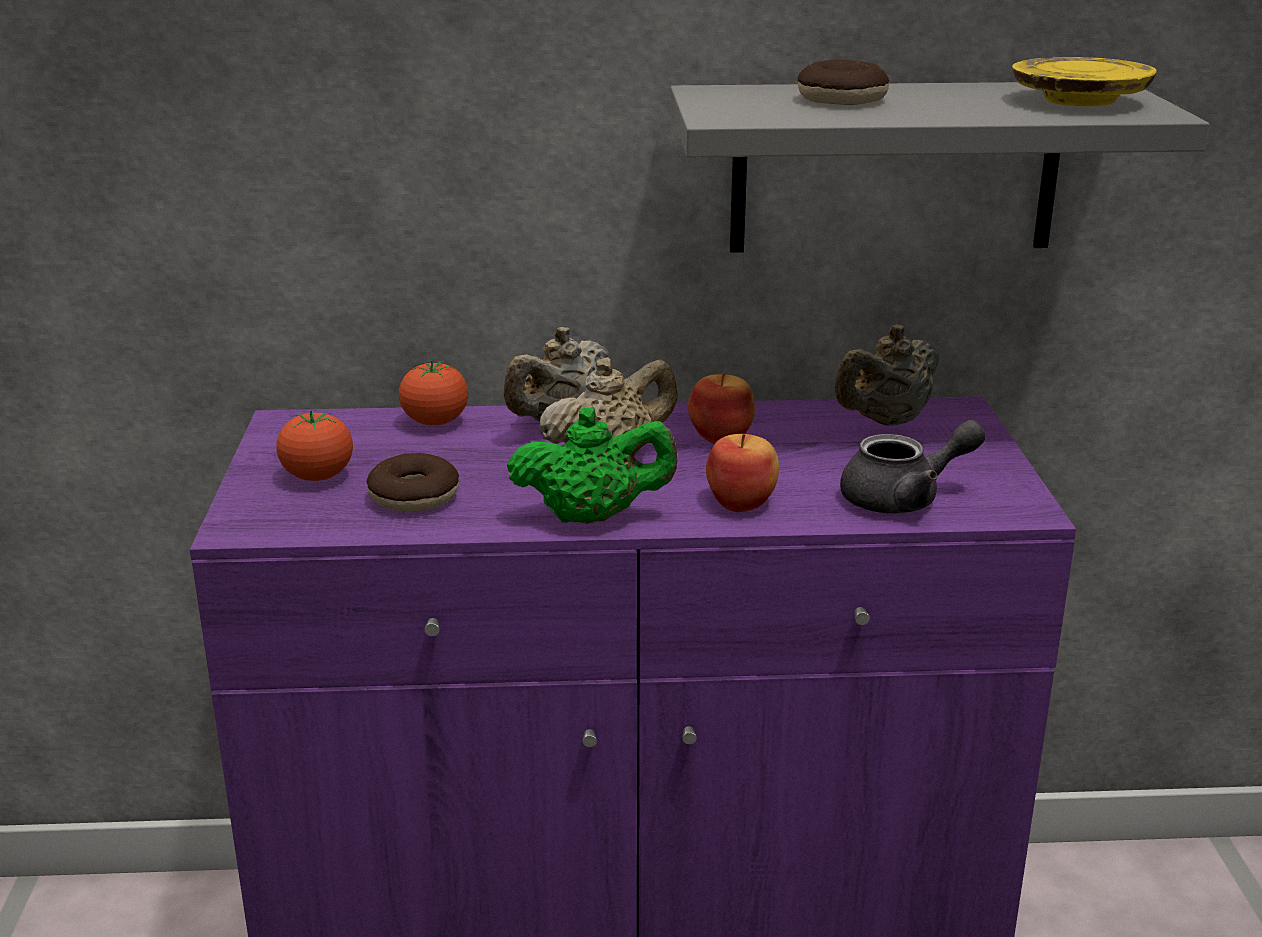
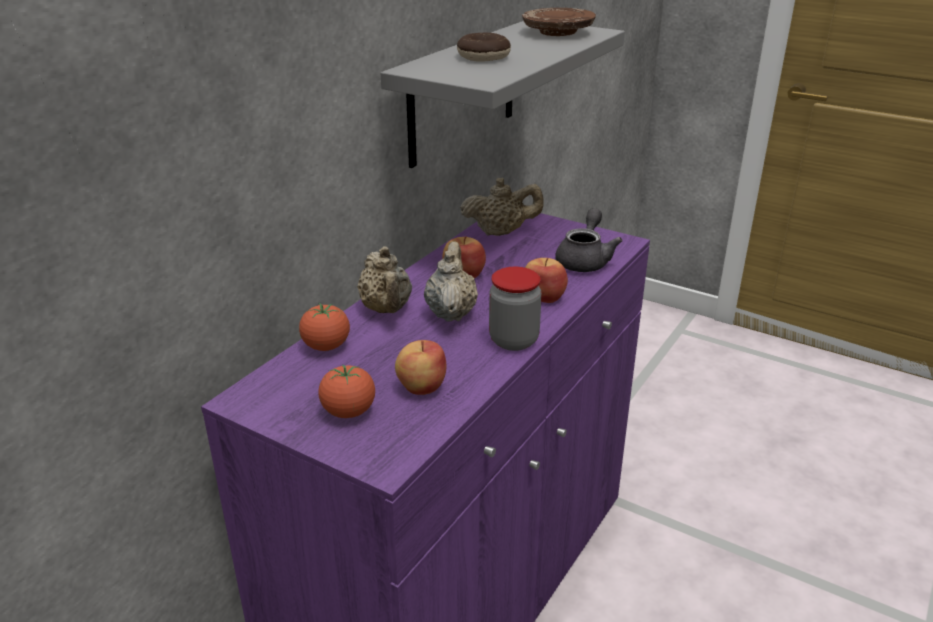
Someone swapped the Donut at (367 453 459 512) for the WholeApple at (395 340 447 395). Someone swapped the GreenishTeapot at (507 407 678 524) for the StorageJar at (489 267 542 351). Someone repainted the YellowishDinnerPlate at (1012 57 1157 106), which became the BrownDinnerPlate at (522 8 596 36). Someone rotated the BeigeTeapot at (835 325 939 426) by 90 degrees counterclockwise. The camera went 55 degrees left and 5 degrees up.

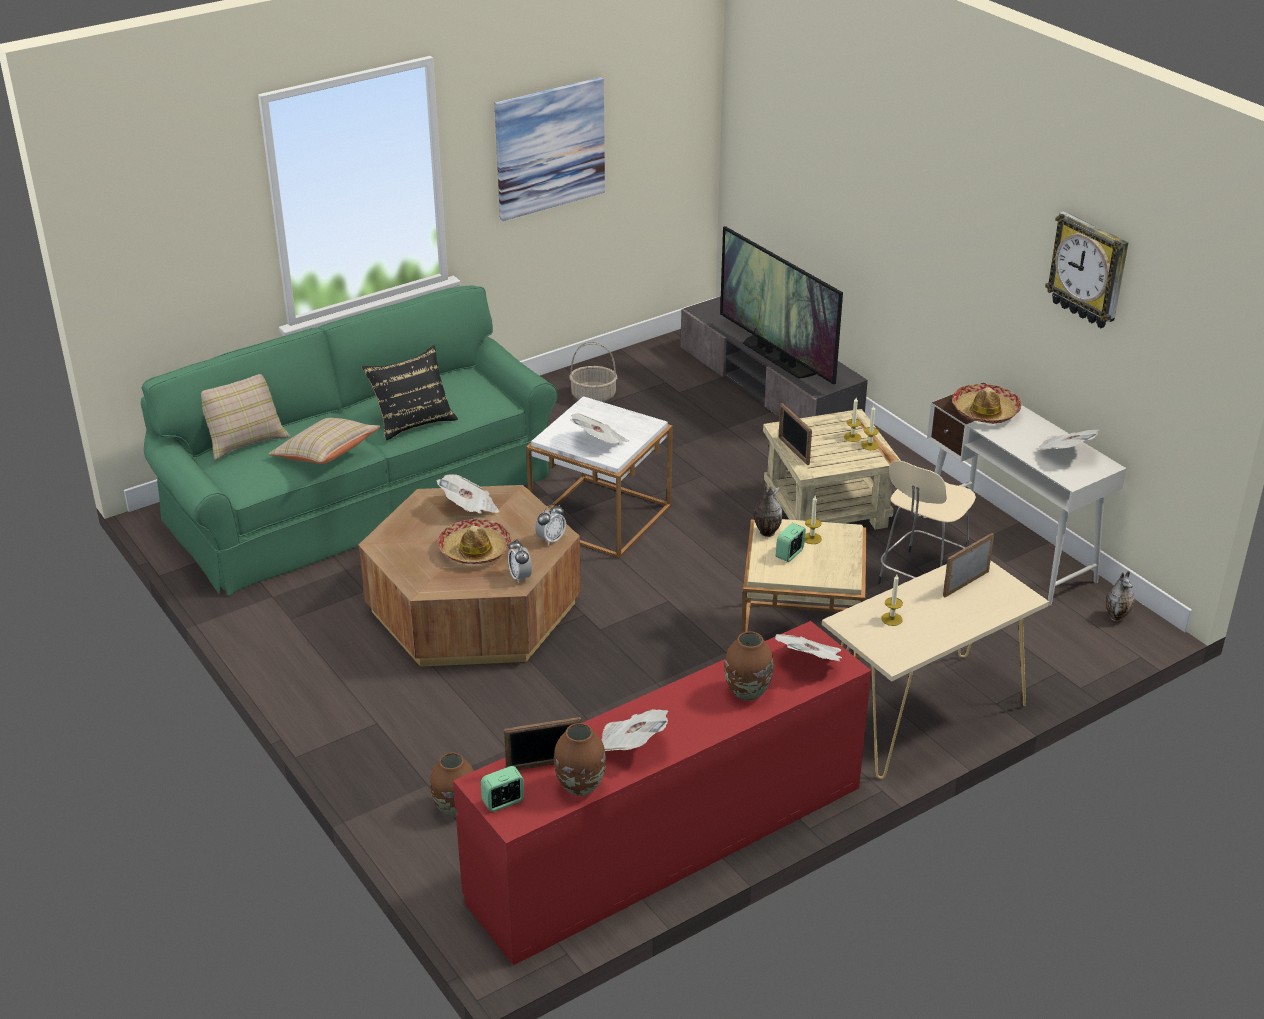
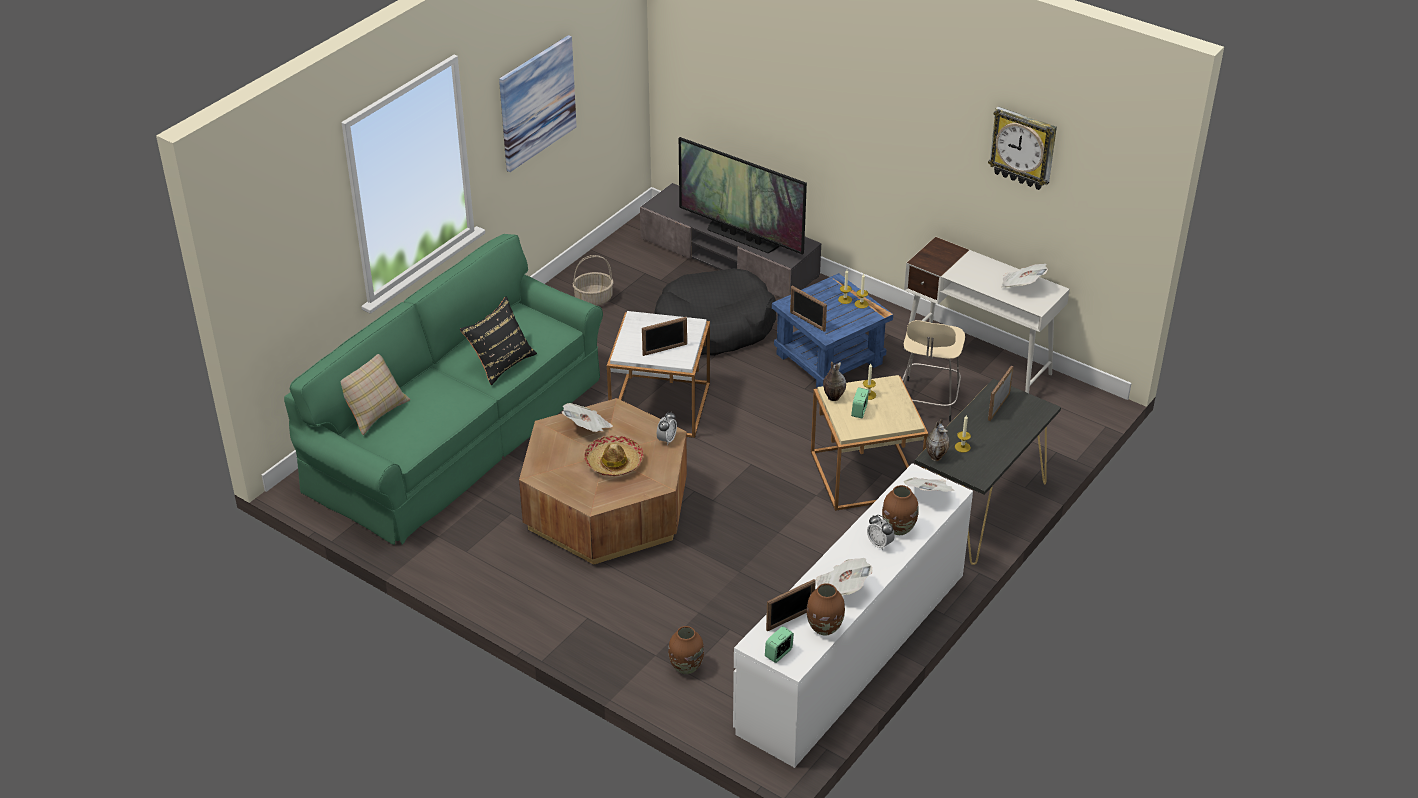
Someone took away the BeigeCushion at (269 418 380 464). Someone took away the Hat at (952 384 1022 424). Someone put down the BlackDogCushion at (654 268 776 356). Someone carried the AlarmClock from (508 539 532 583) to (867 515 895 550). Someone carried the FlowerVase from (1106 571 1135 621) to (926 419 949 461). Someone swapped the DailyPaper at (570 414 629 444) for the PictureFrame at (642 317 687 356). Someone repainted the ReddishDrawerChest at (453 621 871 965), which became the WhiteColouredDrawerChest at (733 463 973 768). Someone repainted the BeigeEndTable at (763 409 901 530), which became the BluishEndTable at (772 273 893 388). Someone repainted the BeigeHallTable at (822 561 1049 779), which became the BlackHallTable at (915 379 1061 565). The camera went 20 degrees left and 5 degrees up.

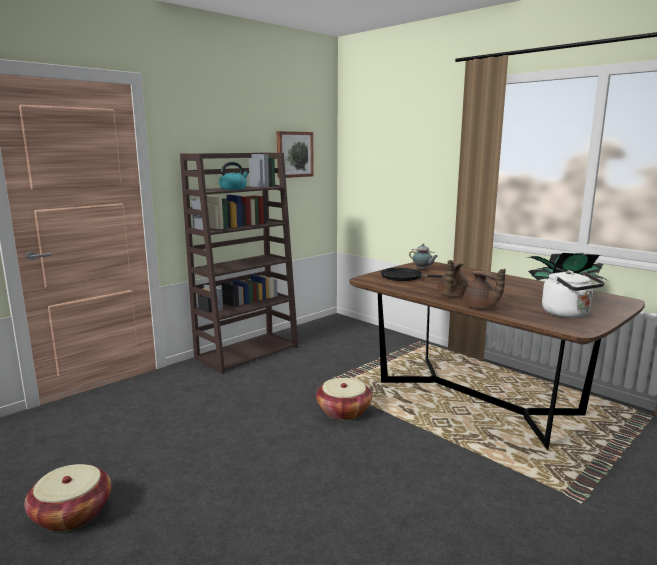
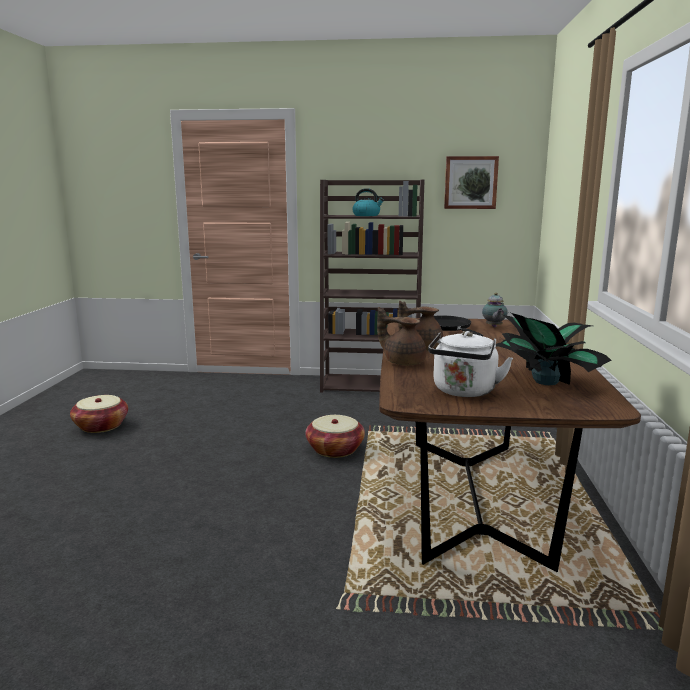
Someone rotated the BrownTeapot at (463 269 506 309) by 105 degrees clockwise. The camera went 50 degrees right and 0 degrees up.

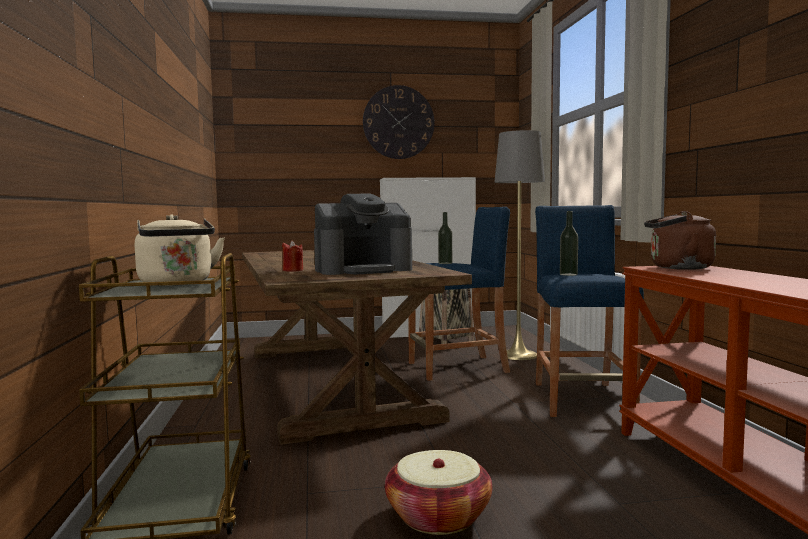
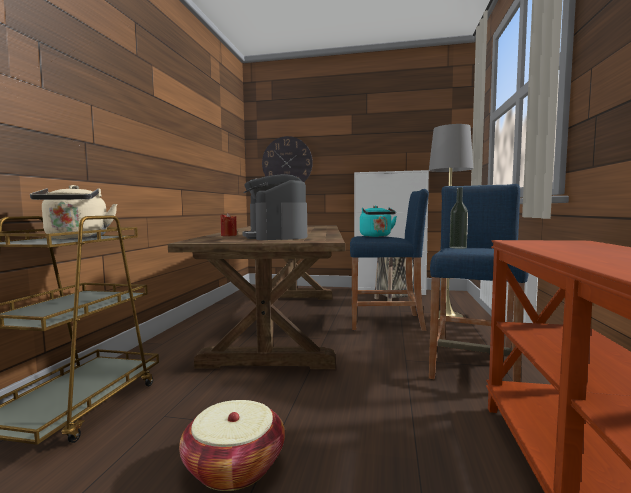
Someone took away the BrownTeaKettle at (644 211 716 270). Someone carried the ClockOnTheWall from (363 85 434 159) to (262 136 313 182). Someone swapped the Bottle at (438 212 452 264) for the TurquoiseColouredTeaKettle at (360 206 397 237). Someone rotated the CoffeeBrewer at (314 194 412 275) by 75 degrees clockwise. The camera went 20 degrees right and 0 degrees up.

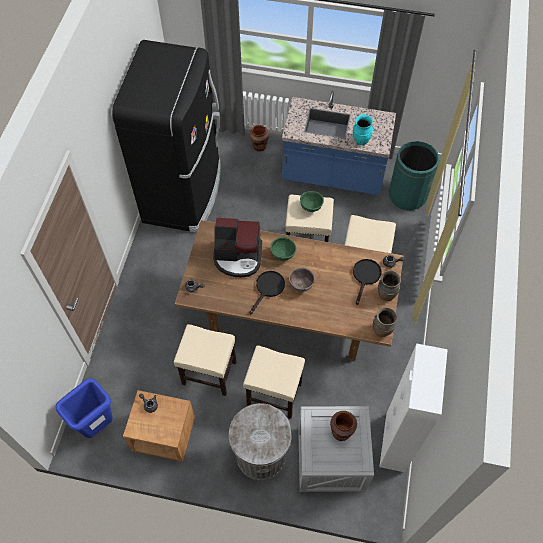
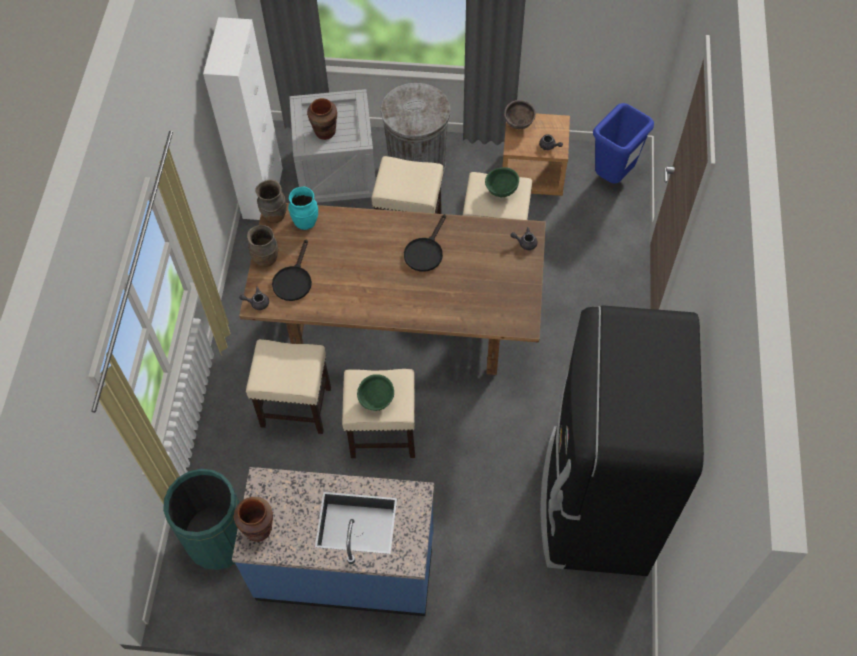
Someone took away the CoffeeBrewer at (213 218 262 277). Someone carried the BrownFlowerVase from (250 125 269 152) to (234 497 273 542). Someone carried the GreenishBowl from (270 237 296 261) to (485 167 519 197). Someone carried the BrownBowl from (289 268 315 292) to (504 100 536 129). Someone carried the TurquoiseColouredFlowerVase from (353 114 373 145) to (288 187 318 230). The camera went 175 degrees right and 0 degrees up.

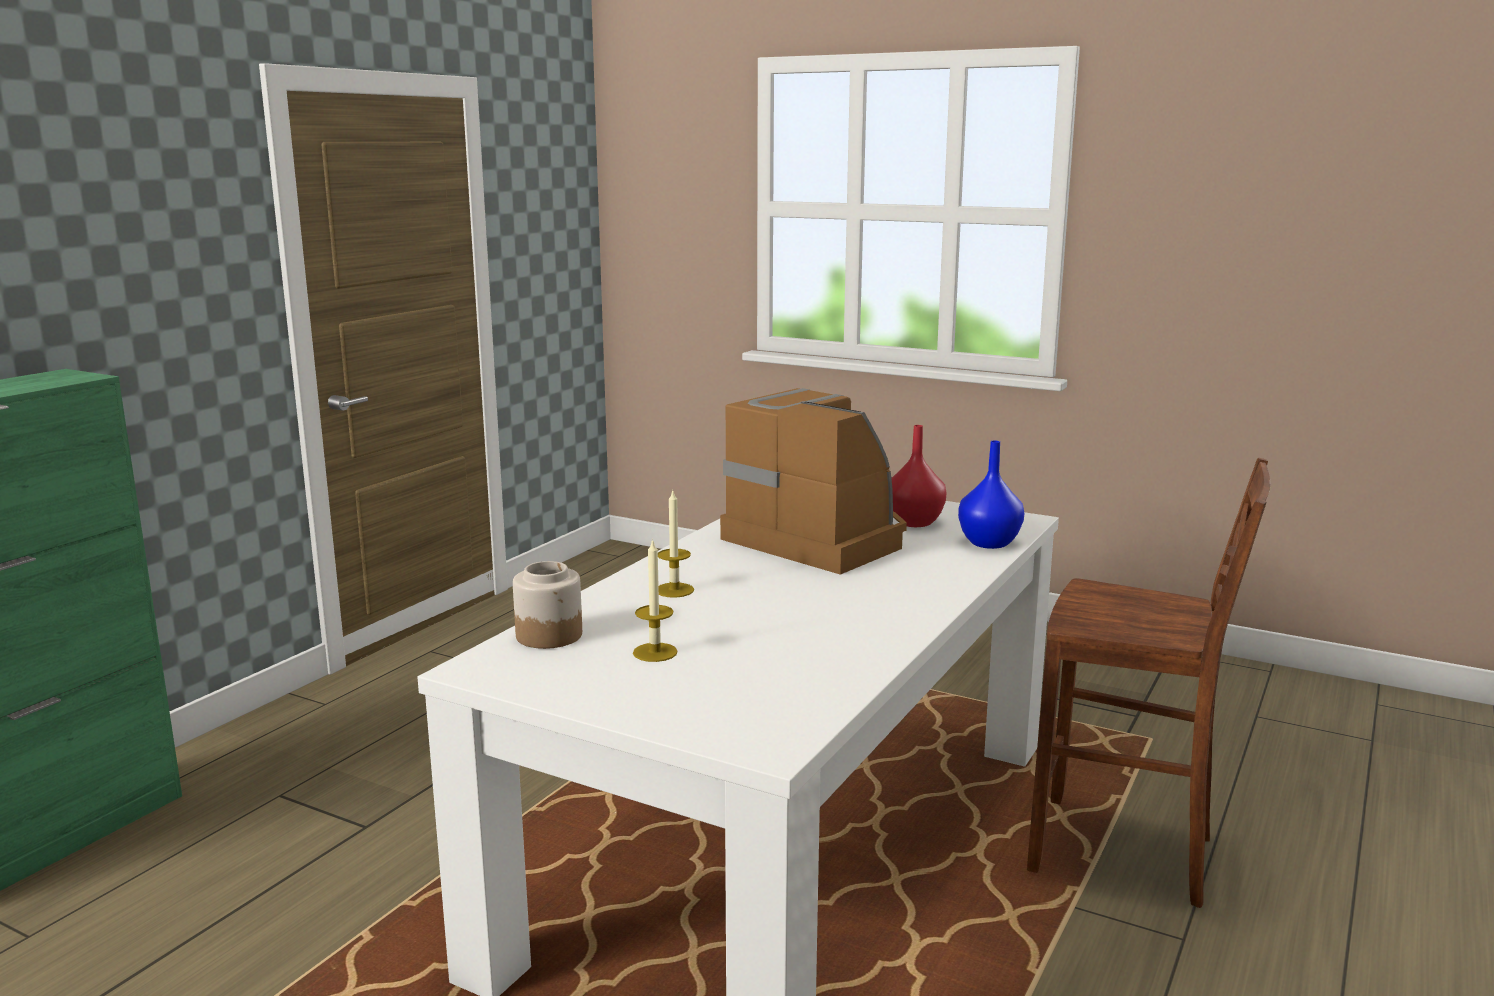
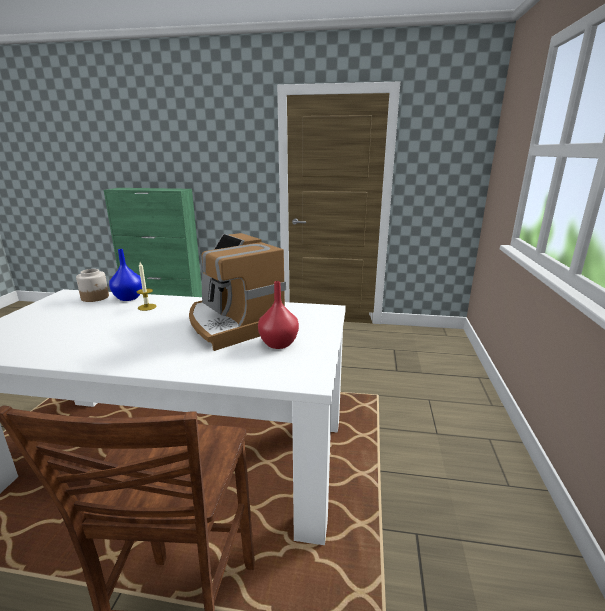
Someone took away the WaxLight at (633 538 678 662). Someone carried the BluishFlowerVase from (958 441 1024 549) to (109 249 142 301). Someone rotated the CoffeeBrewer at (720 388 907 575) by 120 degrees clockwise. The camera went 70 degrees right and 5 degrees up.

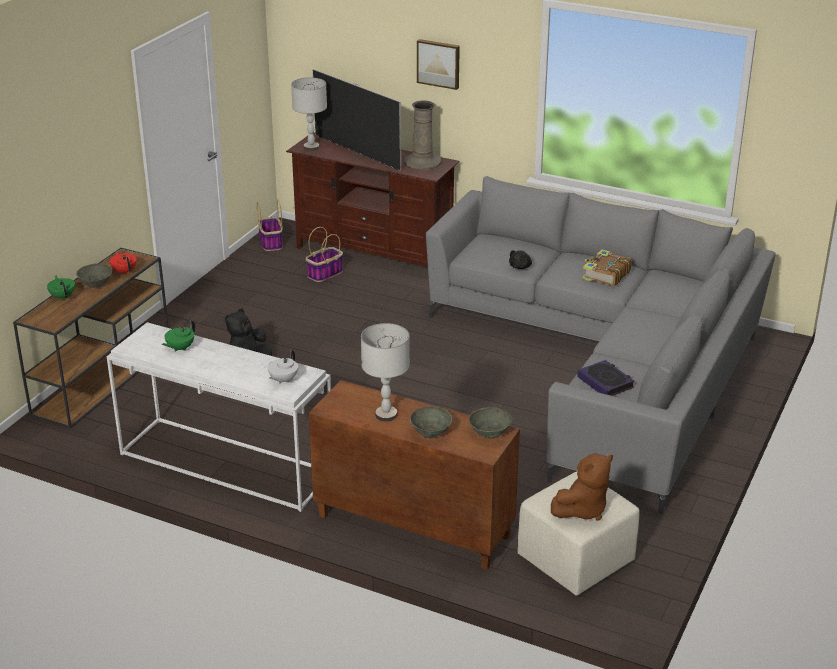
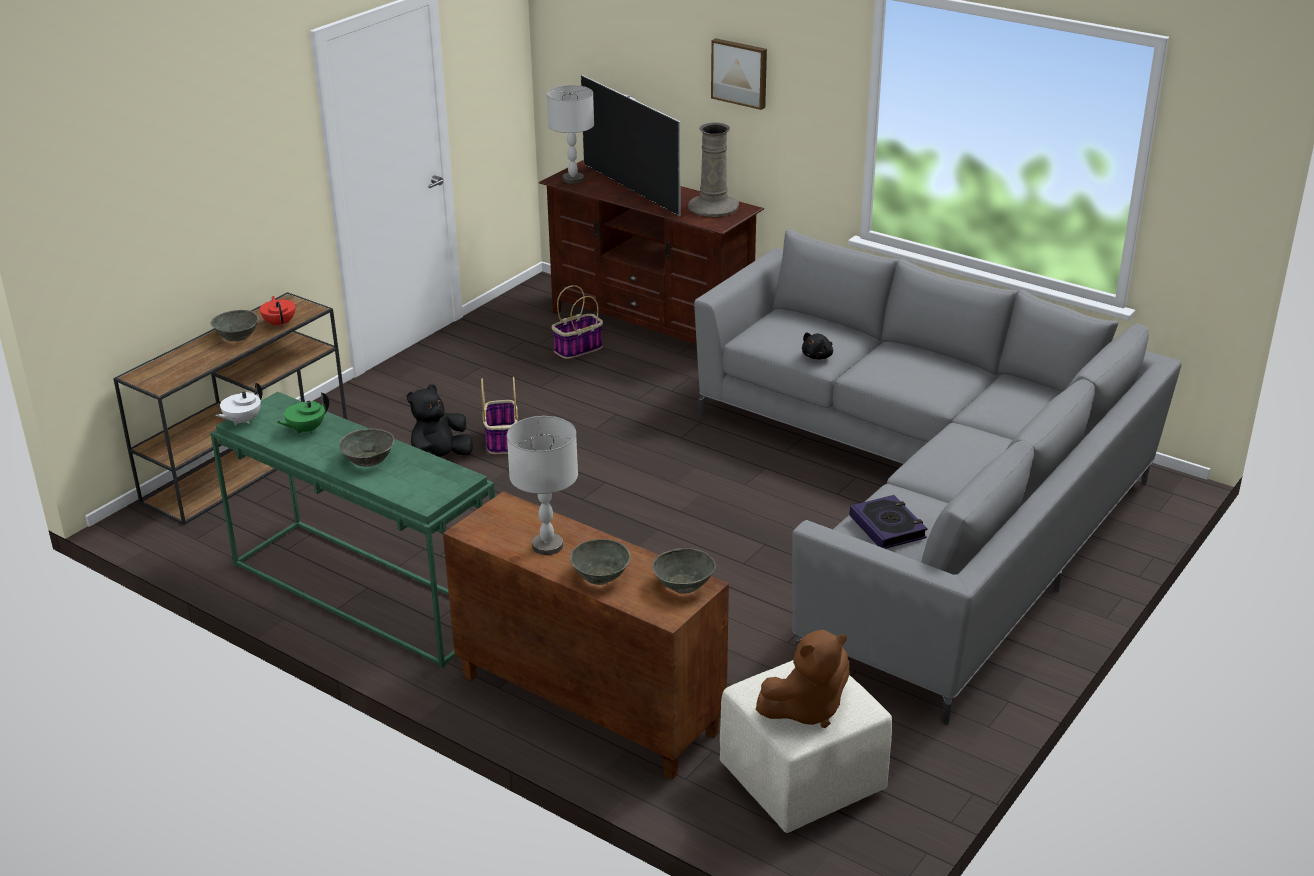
Someone took away the GreenishTeapot at (47 276 75 300). Someone took away the Book at (582 249 632 286). Someone put down the GrayBowl at (339 428 394 467). Someone carried the HouseholdBasket from (257 200 283 251) to (481 377 518 454). Someone carried the WhiteColouredTeapot from (268 350 298 384) to (215 382 262 425). Someone repainted the WhiteColouredHallTable at (107 322 331 512), which became the GreenishHallTable at (210 392 495 668). The camera went 10 degrees right and 0 degrees up.

